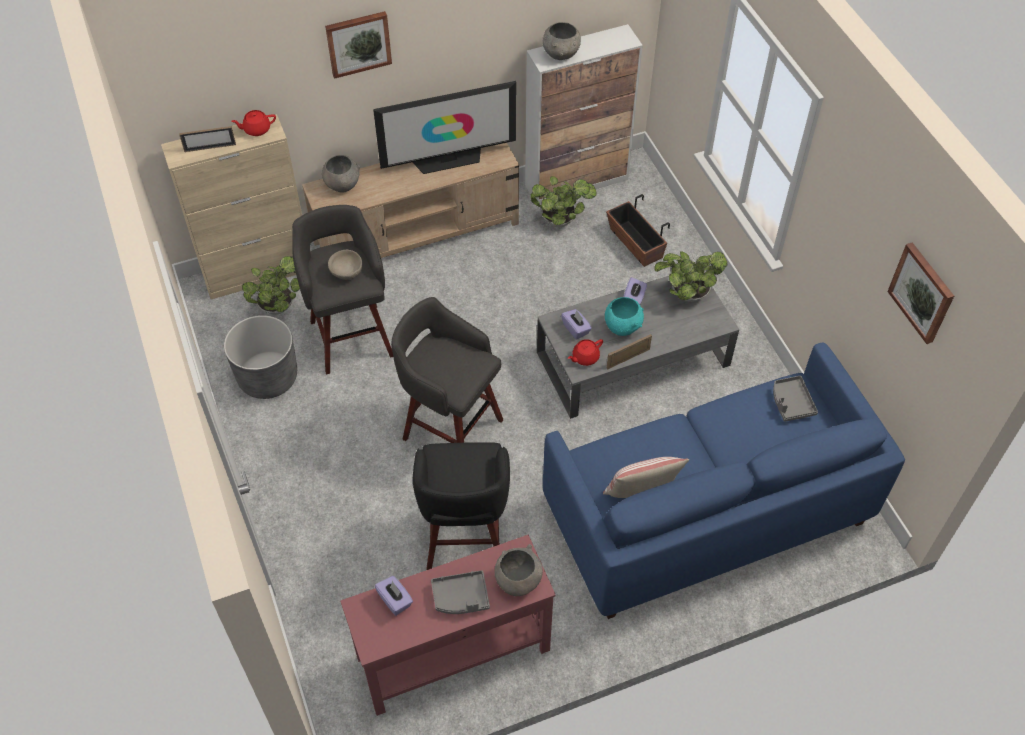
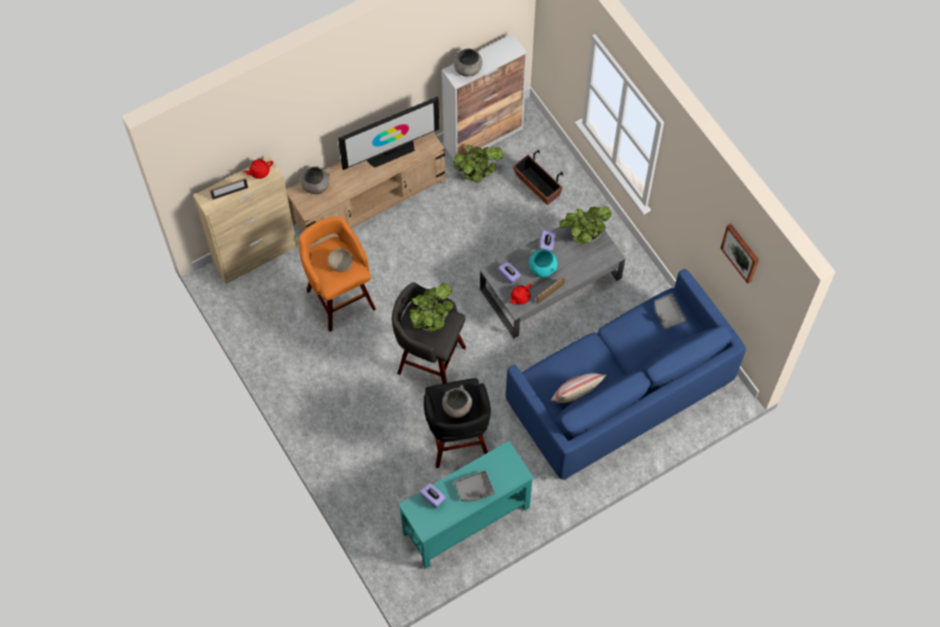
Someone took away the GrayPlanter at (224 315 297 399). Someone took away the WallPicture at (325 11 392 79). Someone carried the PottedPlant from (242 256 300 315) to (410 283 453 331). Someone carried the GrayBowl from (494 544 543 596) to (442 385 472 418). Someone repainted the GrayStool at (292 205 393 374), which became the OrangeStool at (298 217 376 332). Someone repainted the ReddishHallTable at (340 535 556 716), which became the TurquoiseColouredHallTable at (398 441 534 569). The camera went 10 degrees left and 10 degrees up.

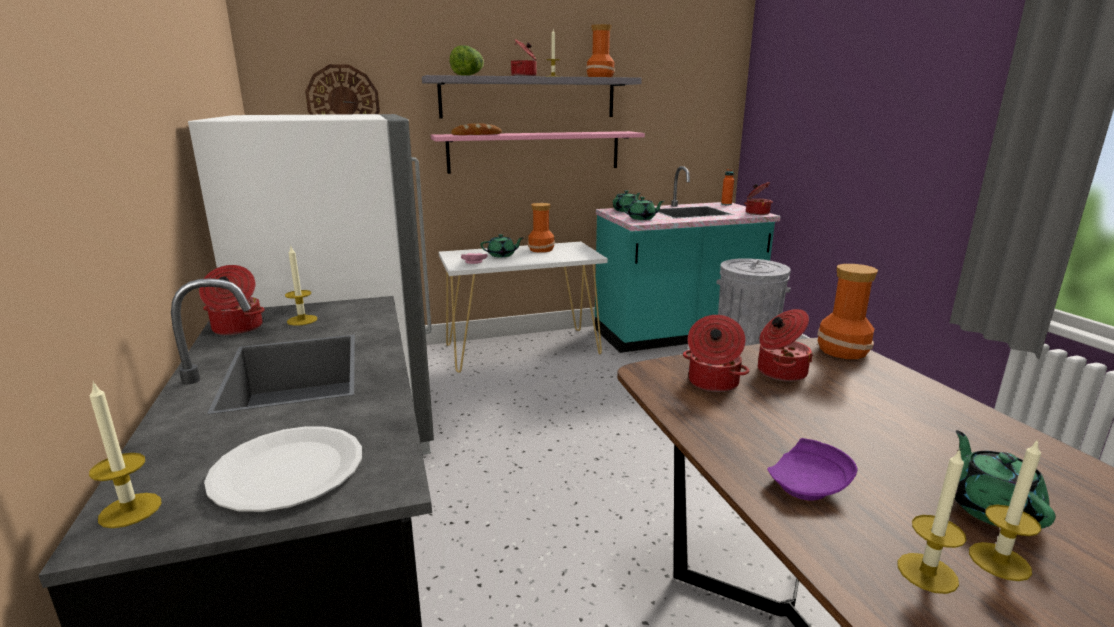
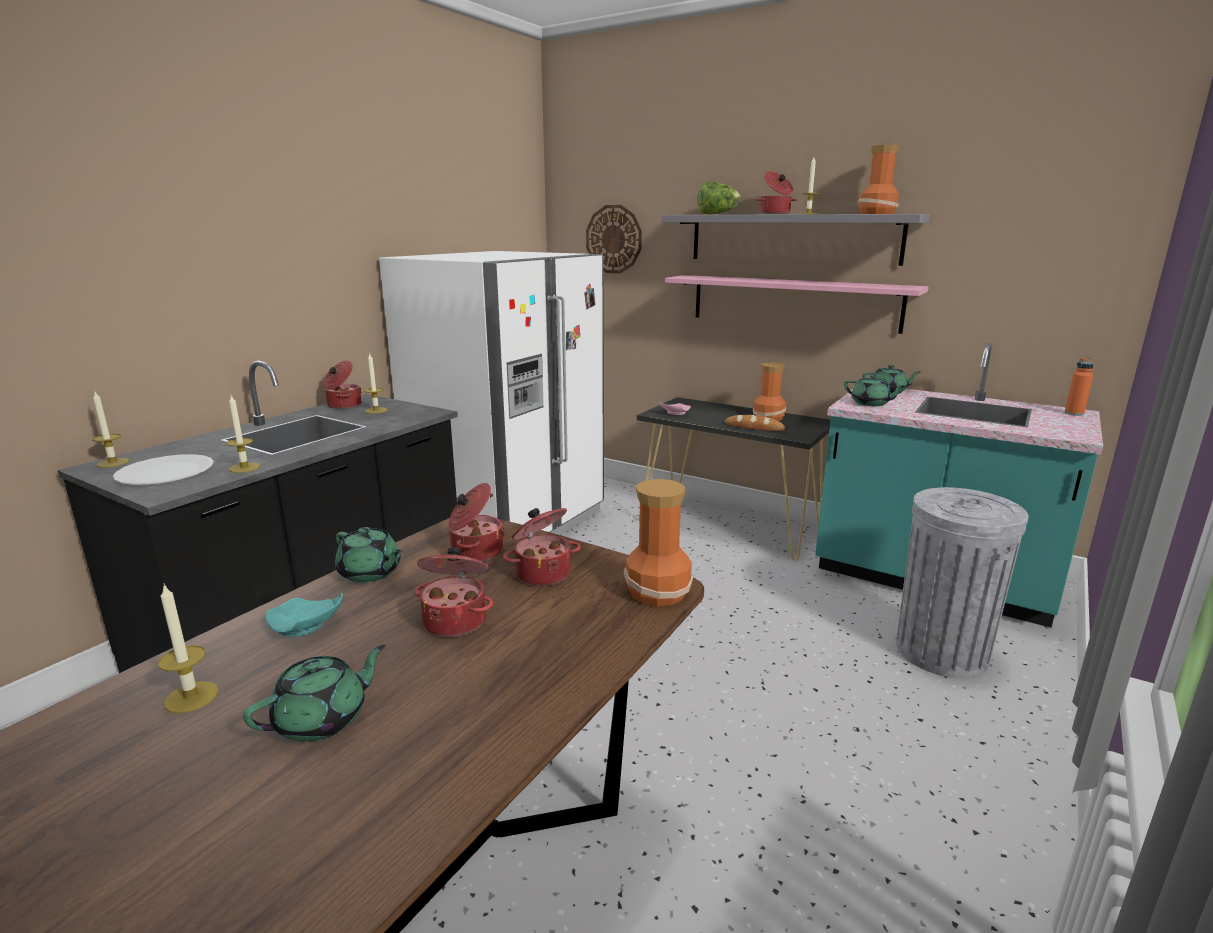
Someone carried the BakeryBread from (451 123 502 135) to (725 415 785 431). Someone carried the GreenishTeapot from (481 234 524 257) to (335 527 402 583). Someone carried the Stockpot from (744 182 773 215) to (414 547 493 637). Someone carried the WaxLight from (969 439 1041 581) to (227 396 260 473). Someone repainted the WhiteColouredHallTable at (439 242 608 373), which became the BlackHallTable at (637 397 830 561). Someone repainted the PurpleDinnerPlate at (767 438 857 501), which became the TurquoiseColouredDinnerPlate at (265 593 343 637). The camera went 50 degrees right and 0 degrees up.

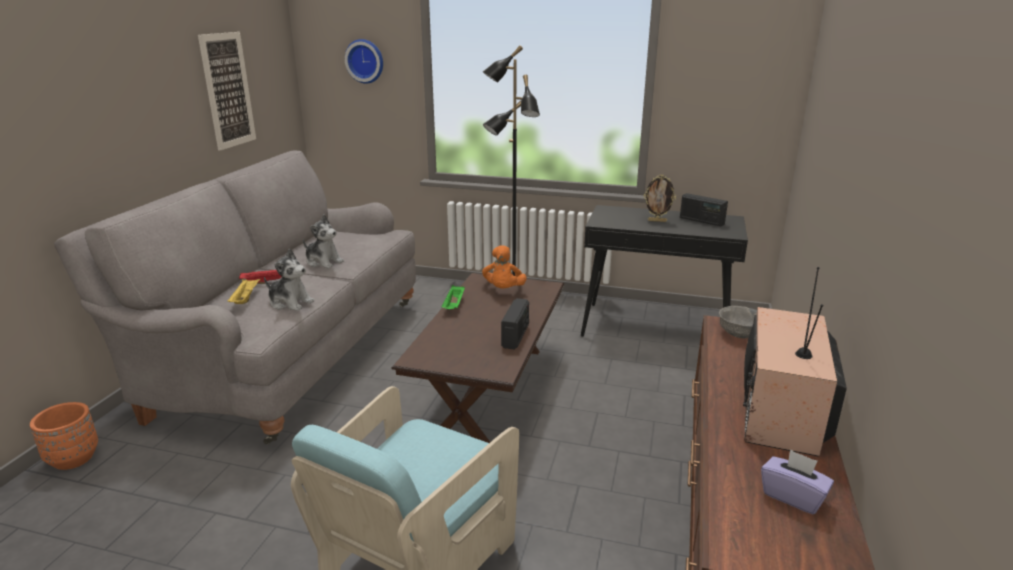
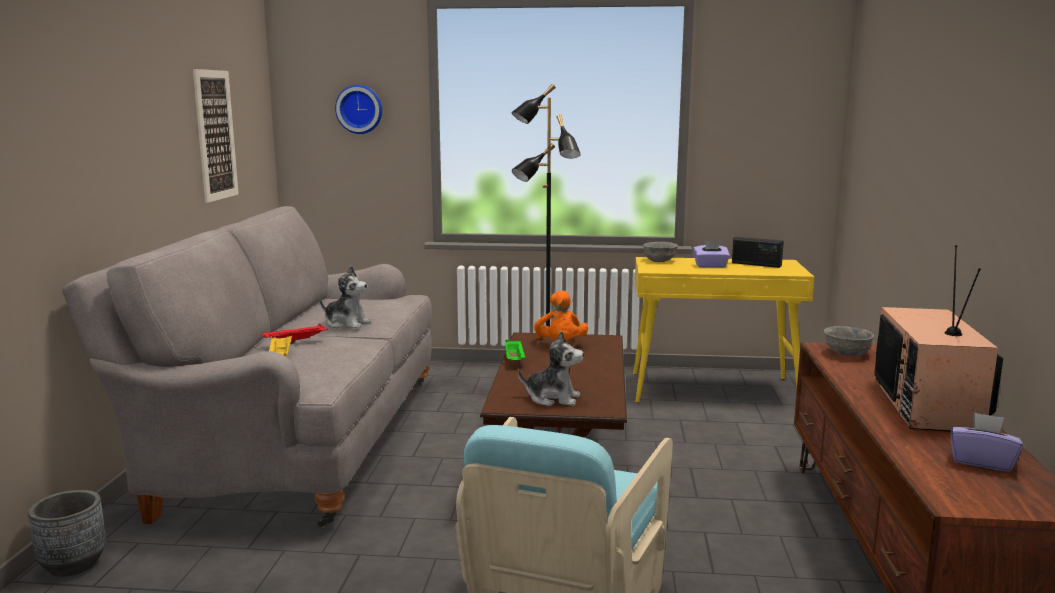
Someone took away the RadioSet at (501 298 529 350). Someone put down the GrayBowl at (643 242 678 262). Someone carried the CuddlyToy from (264 249 314 311) to (518 331 584 406). Someone swapped the PictureFrame at (644 174 676 222) for the PurpleTissueHolder at (693 241 730 268). Someone repainted the OrangePlanter at (30 402 98 470), which became the GrayPlanter at (28 490 106 576). Someone repainted the BlackHallTable at (581 205 748 337), which became the YellowishHallTable at (633 257 814 403). The camera went 10 degrees left and 10 degrees down.

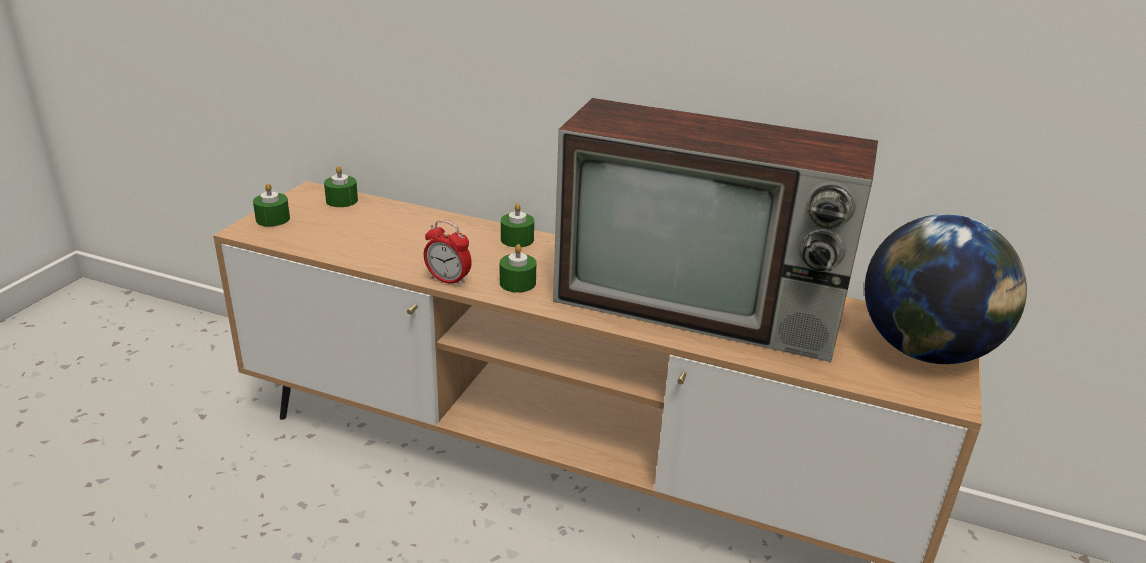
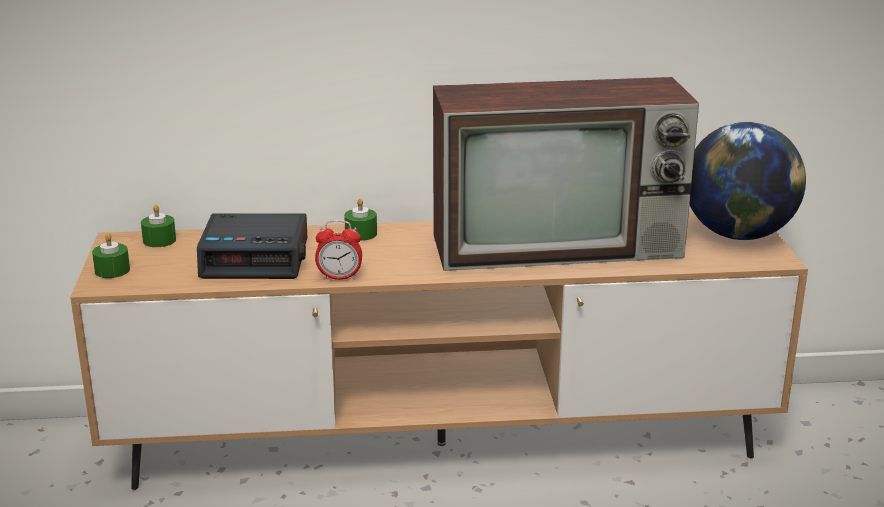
Someone took away the GreenishWaxLight at (500 244 536 293). Someone put down the AlarmClock at (197 213 307 279). The camera went 25 degrees left and 5 degrees down.

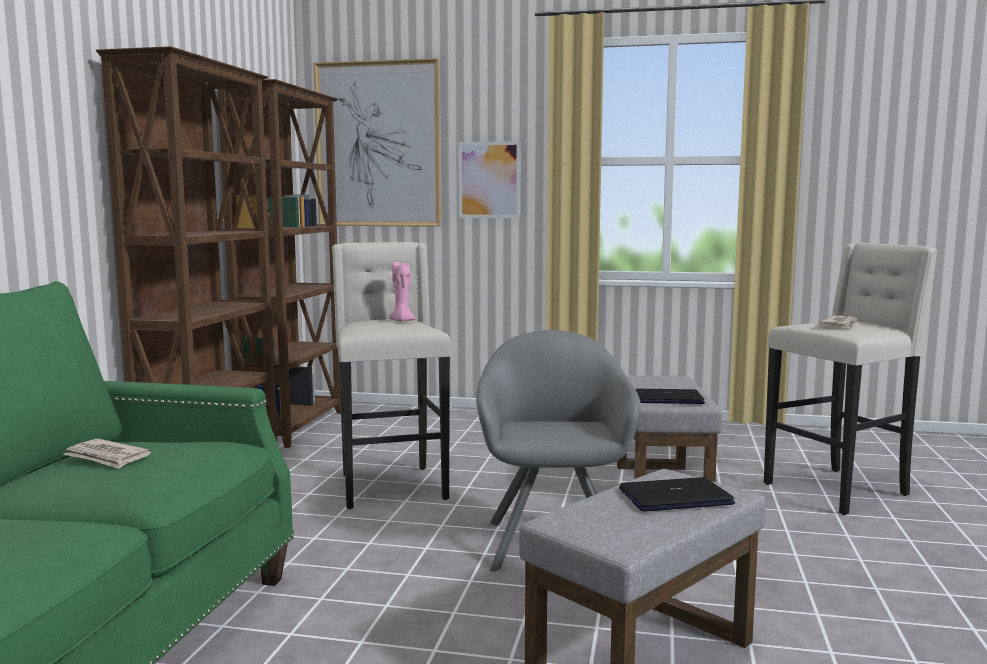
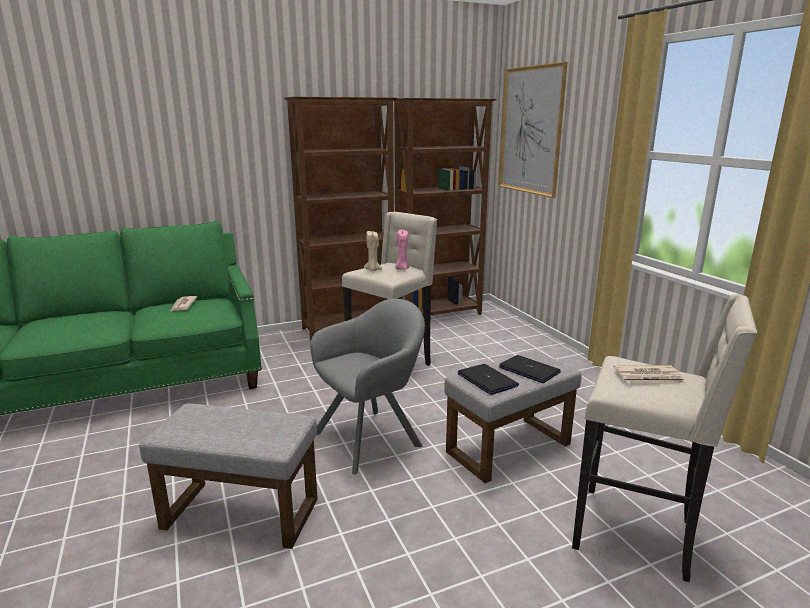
Someone took away the WallPicture at (458 141 521 218). Someone put down the BeigeWaxLight at (364 231 383 271). Someone carried the NotebookComputer from (619 477 735 511) to (499 355 561 383). The camera went 55 degrees right and 10 degrees up.

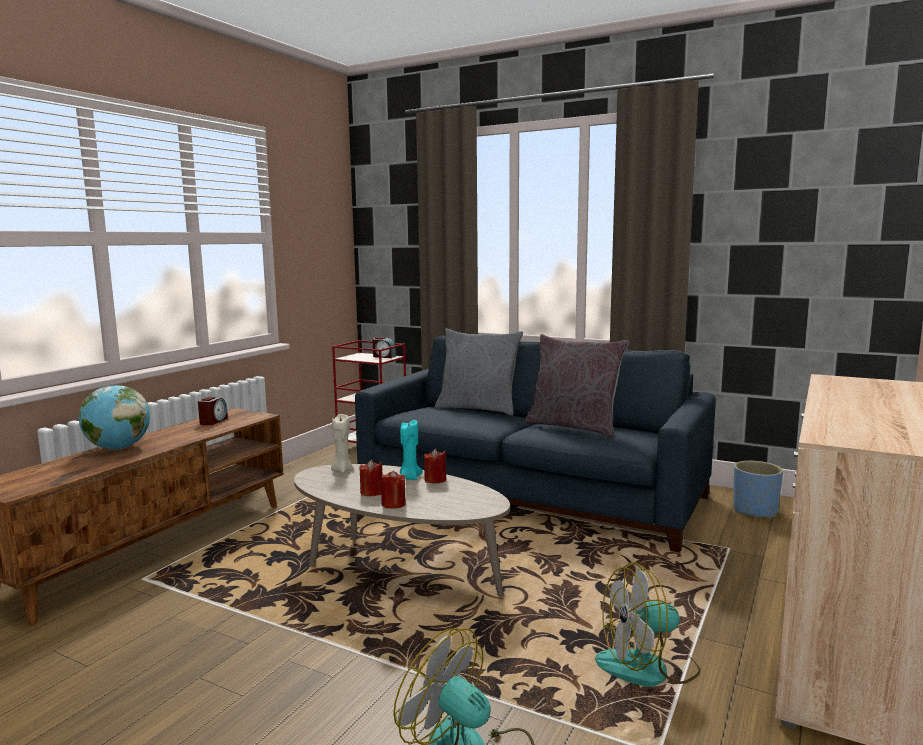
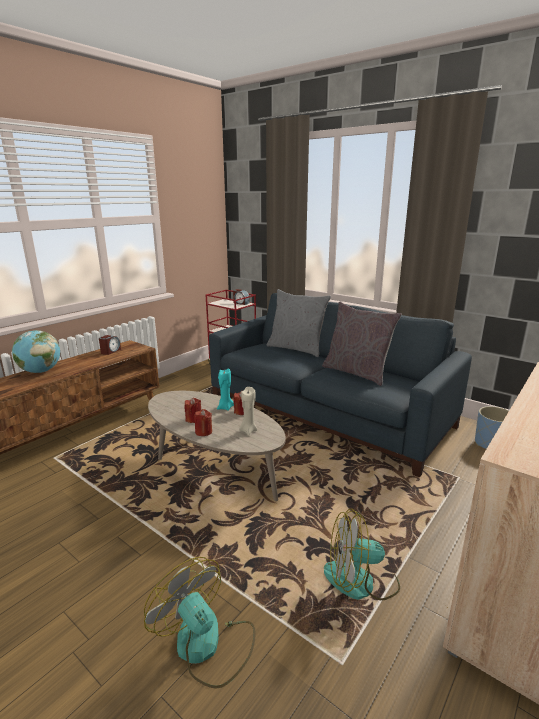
Someone carried the BeigeWaxLight from (331 414 353 473) to (240 387 257 435). The camera went 10 degrees right and 10 degrees up.

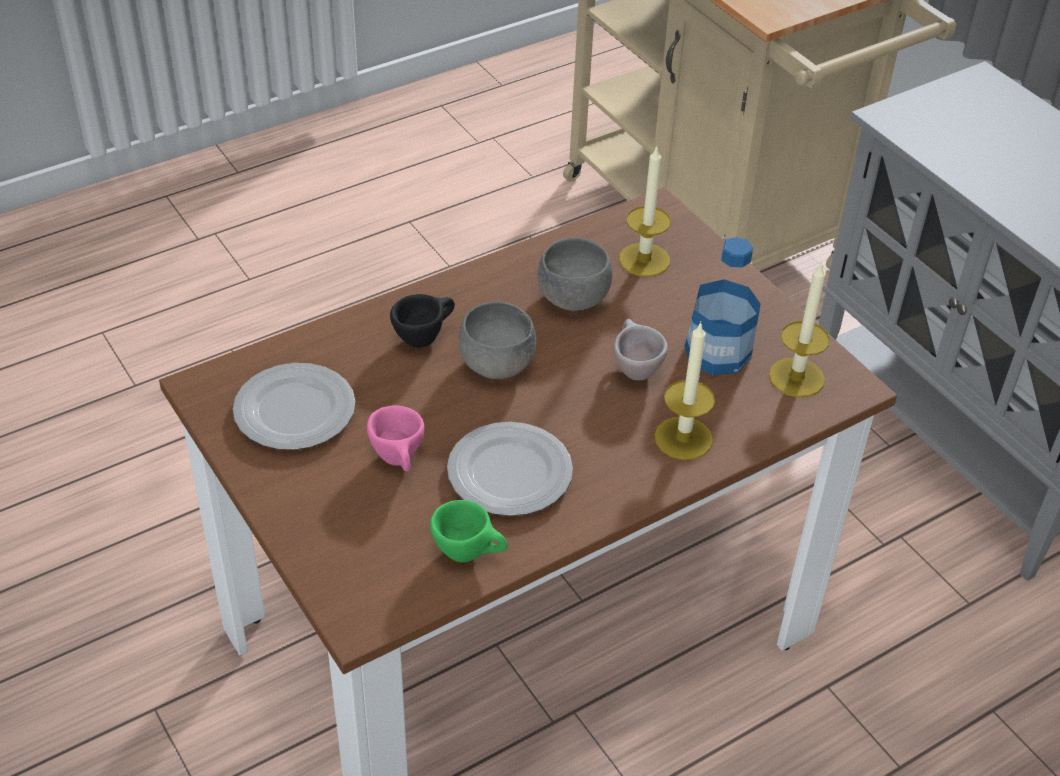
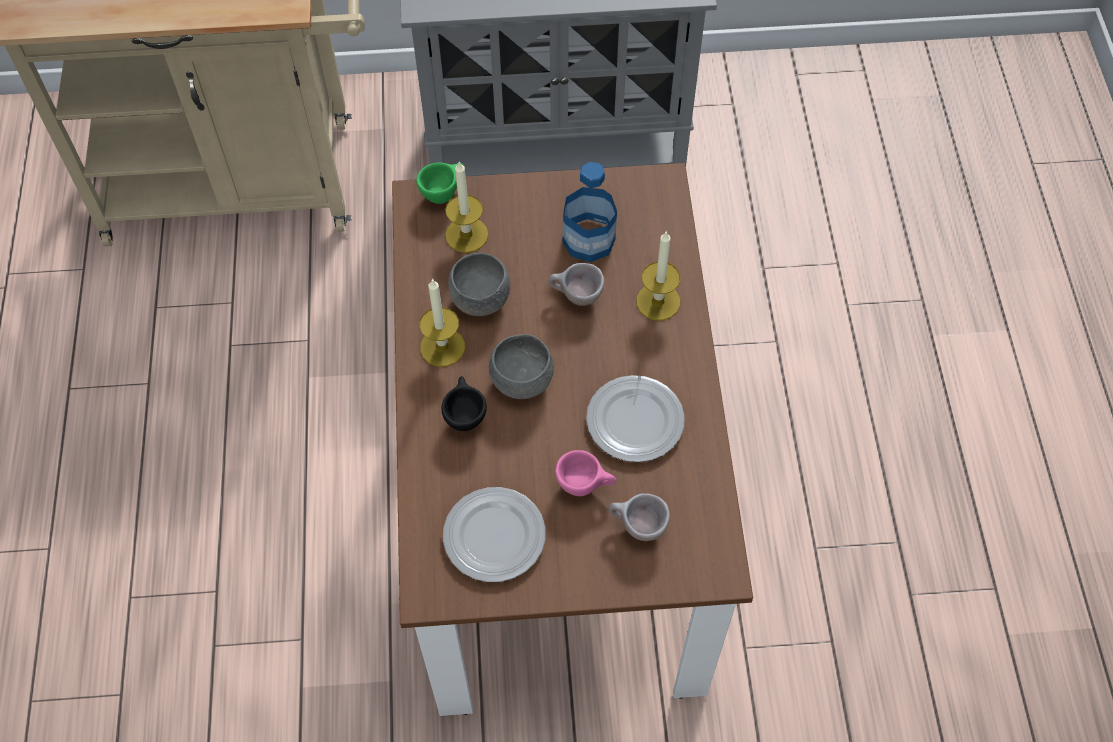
Someone put down the BeigeDrinkingCup at (608 493 670 541). Someone carried the GreenishDrinkingCup from (430 500 507 562) to (416 162 465 204). Someone carried the WaxLight from (769 262 830 397) to (420 278 465 367). The camera went 60 degrees left and 15 degrees up.

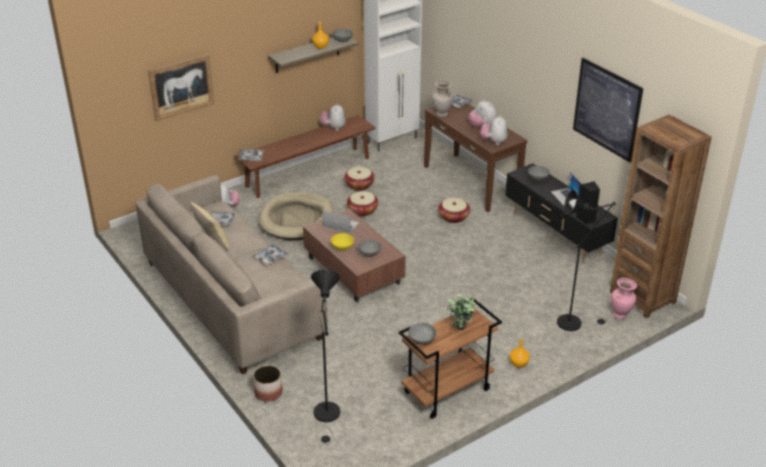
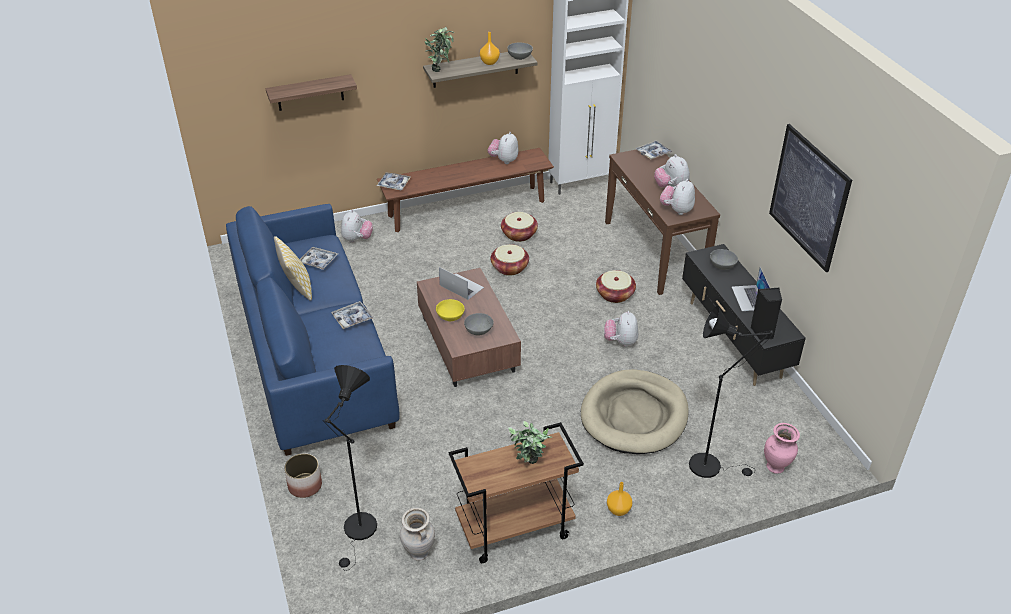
Someone took away the GrayBowl at (409 323 436 345). Someone took away the BrownShelvingUnit at (610 115 712 318). Someone put down the PottedPlant at (425 27 454 72). Someone put down the CuddlyToy at (604 311 638 347). Someone carried the BeigeDogCushion from (258 192 334 240) to (581 369 689 454). Someone carried the BeigeFlowerVase from (432 80 453 117) to (400 508 435 561). Someone swapped the WallPicture at (148 54 214 122) for the BracketShelf at (265 74 357 111). Someone repainted the BeigeCouch at (135 175 328 375), which became the BluishCouch at (226 204 400 456). The camera went 15 degrees right and 5 degrees up.

